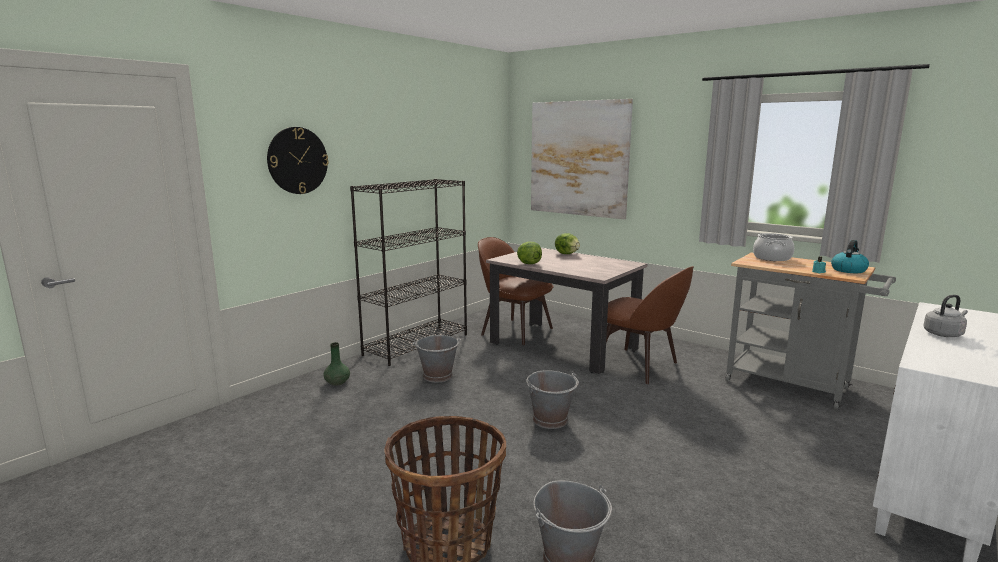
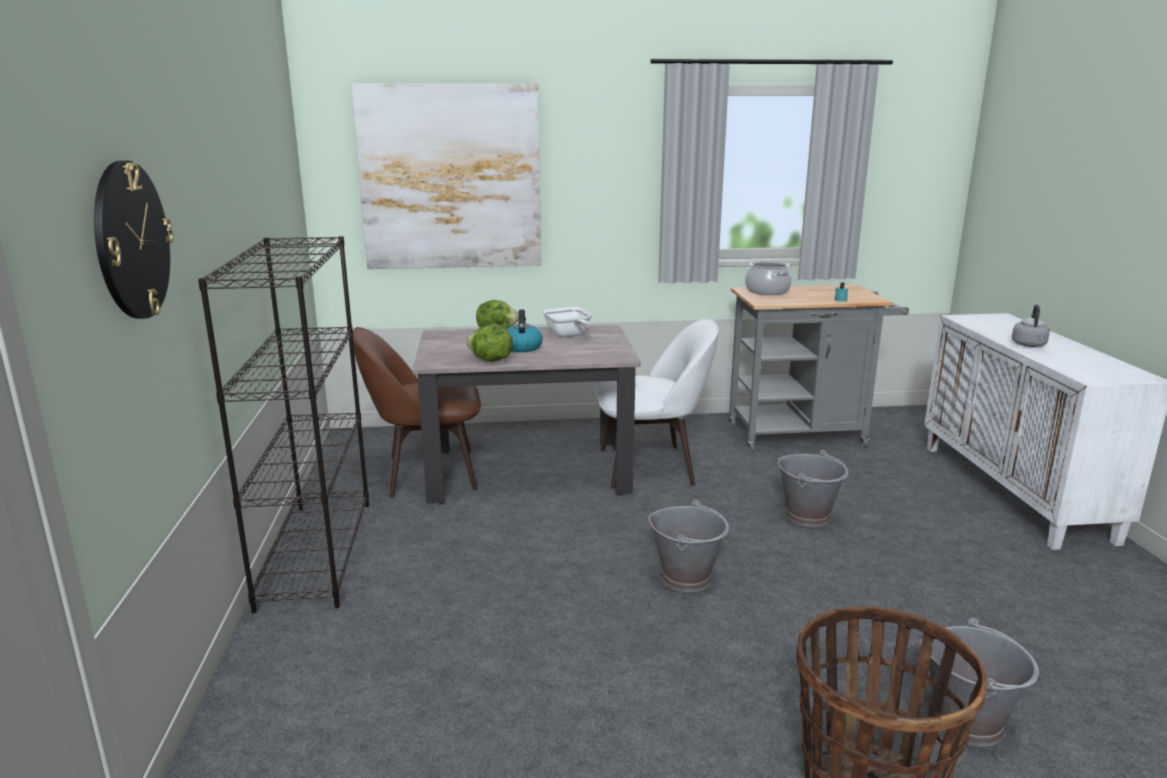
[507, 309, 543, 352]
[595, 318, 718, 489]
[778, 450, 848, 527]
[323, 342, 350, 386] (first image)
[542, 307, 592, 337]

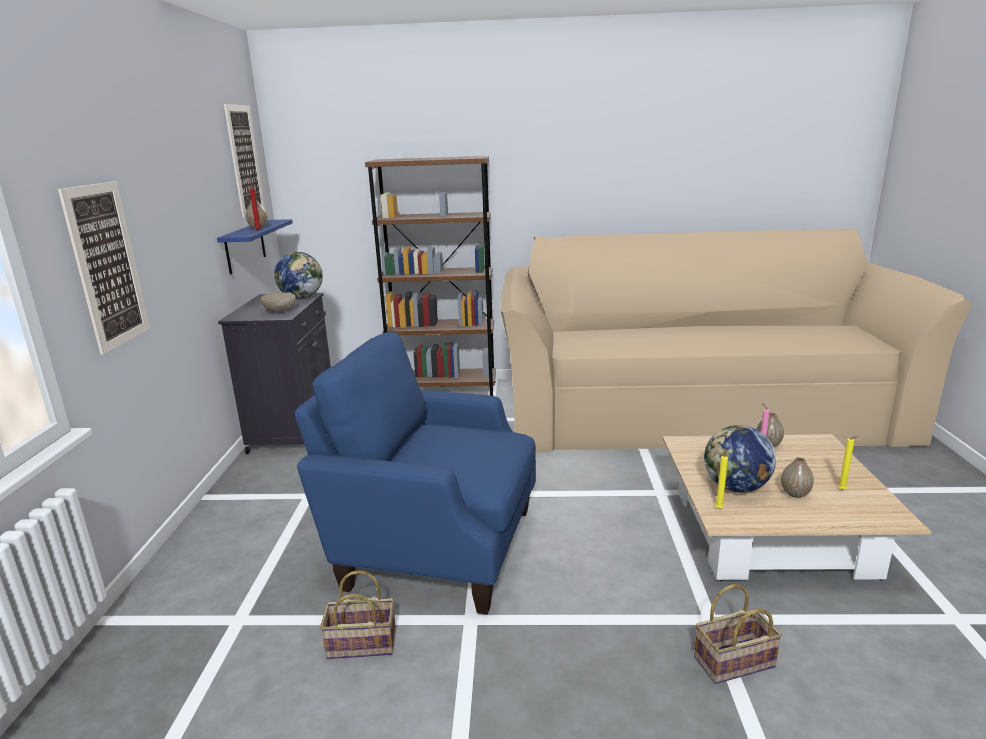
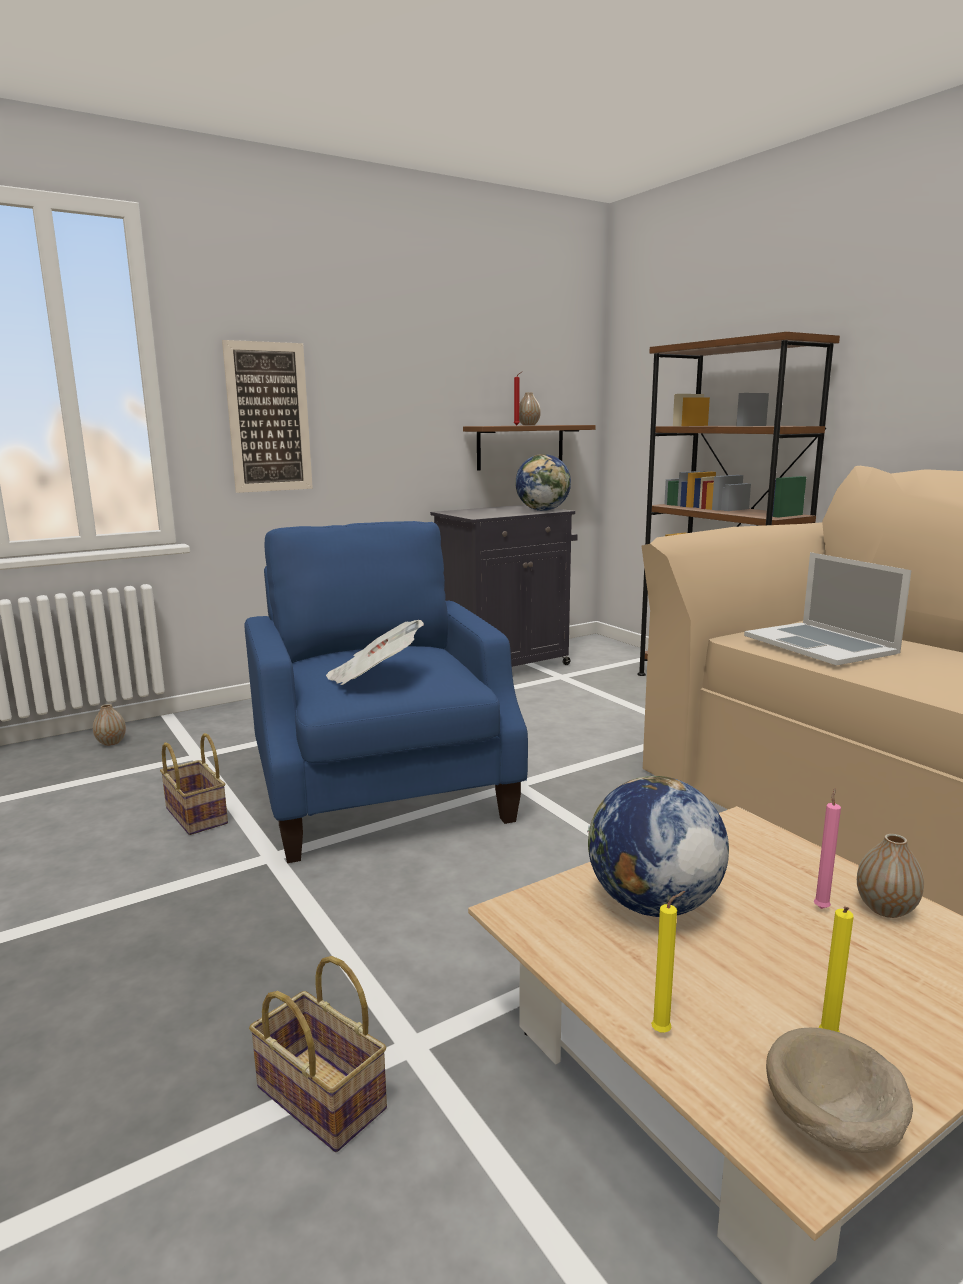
[224, 104, 265, 217] (first image)
[463, 425, 596, 470]
[766, 1028, 913, 1153]
[651, 891, 685, 1033]
[93, 704, 126, 746]
[744, 552, 911, 666]
[326, 620, 424, 685]

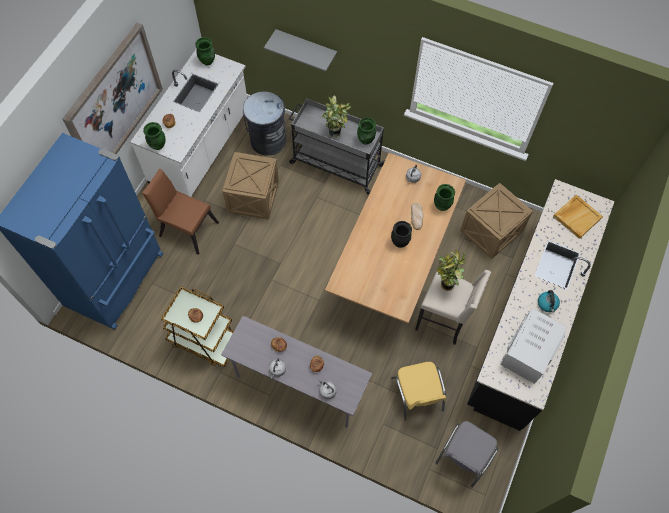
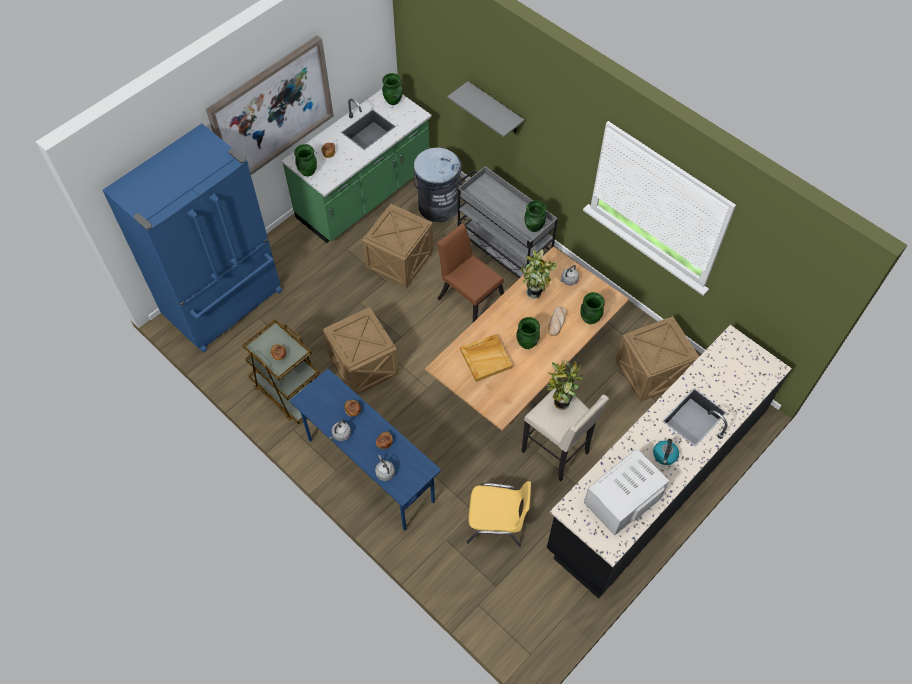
[282, 89, 432, 243]
[520, 249, 557, 299]
[437, 223, 504, 322]
[460, 334, 513, 382]
[517, 317, 540, 349]
[290, 369, 441, 531]
[467, 481, 531, 547]
[435, 421, 498, 488] (first image)
[323, 307, 399, 395]

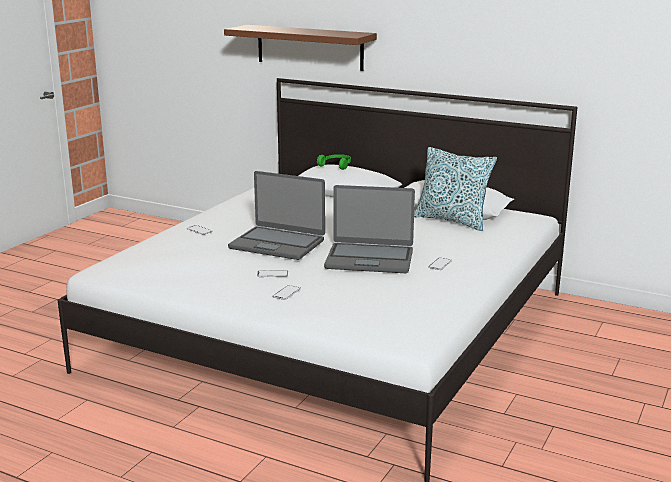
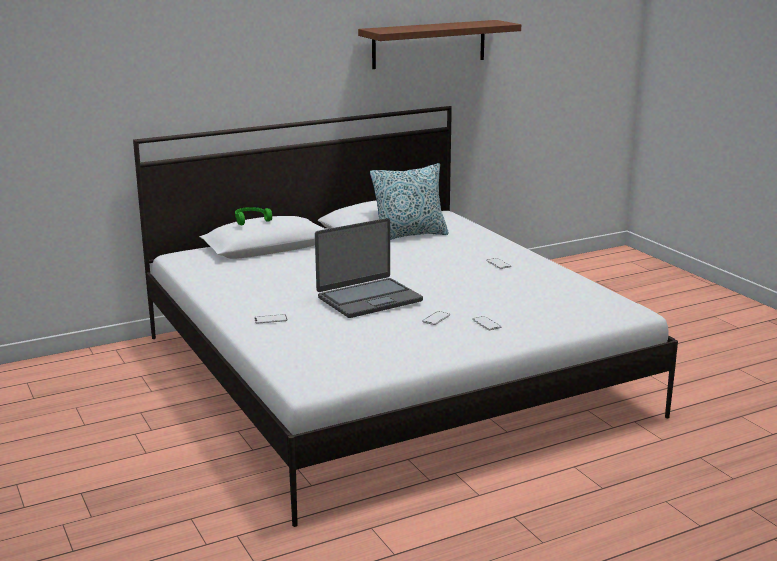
[358, 20, 521, 69]
[324, 185, 415, 273] (first image)

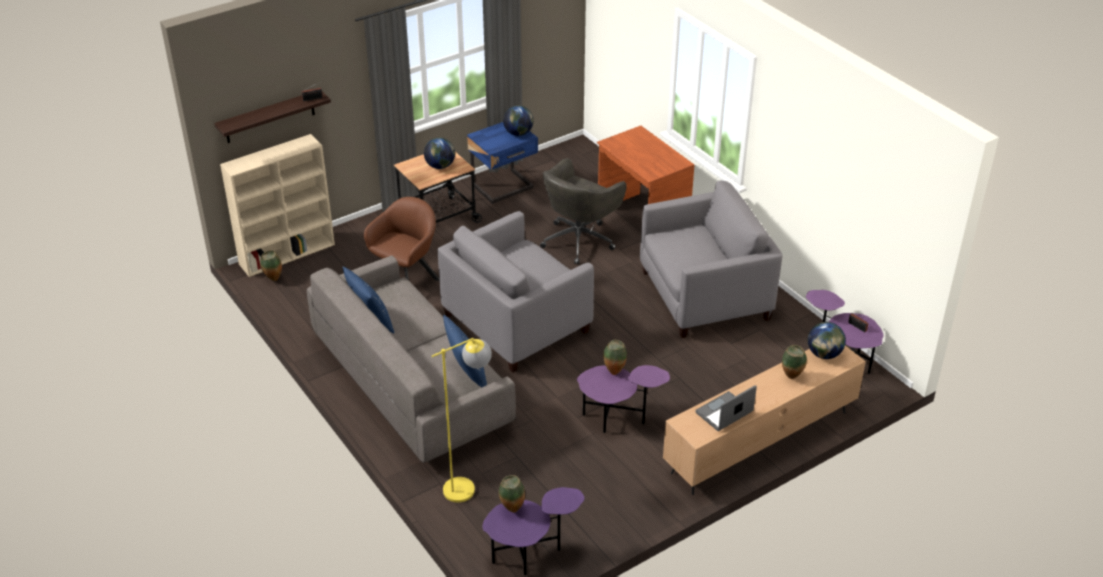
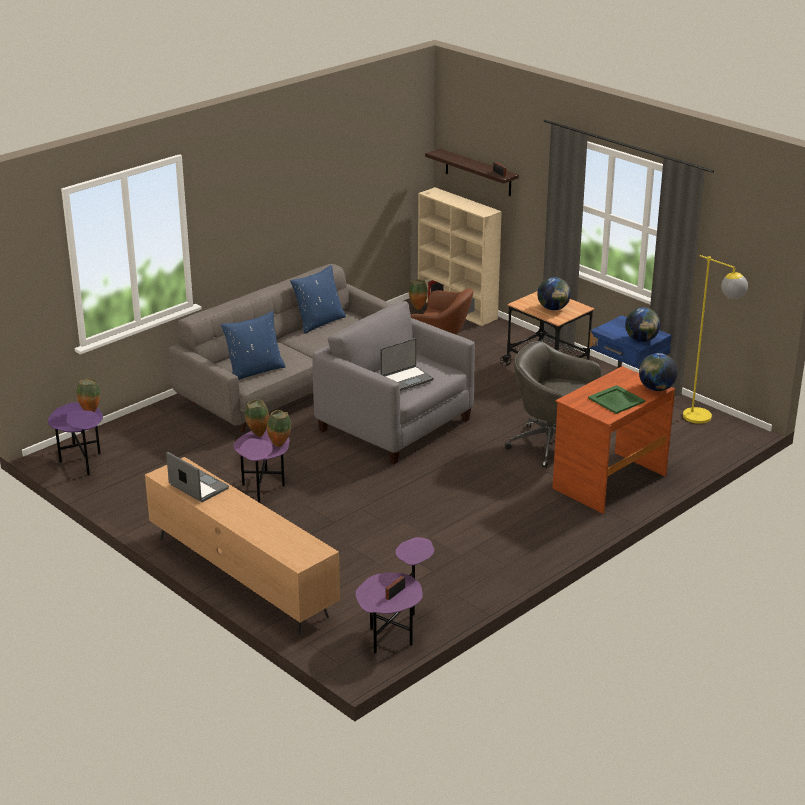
[640, 180, 782, 338] (first image)
[639, 353, 678, 391]
[683, 255, 748, 424]
[245, 399, 269, 437]
[380, 338, 434, 391]
[588, 385, 645, 414]

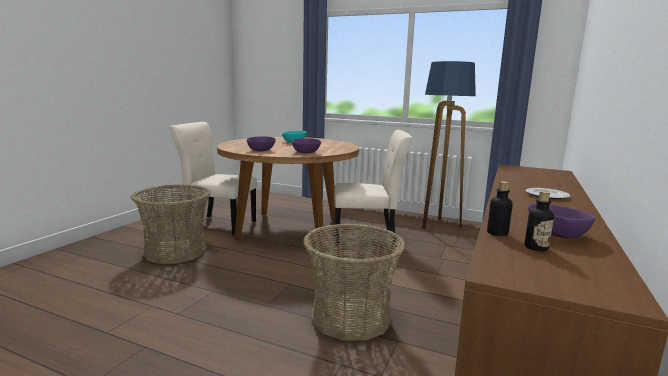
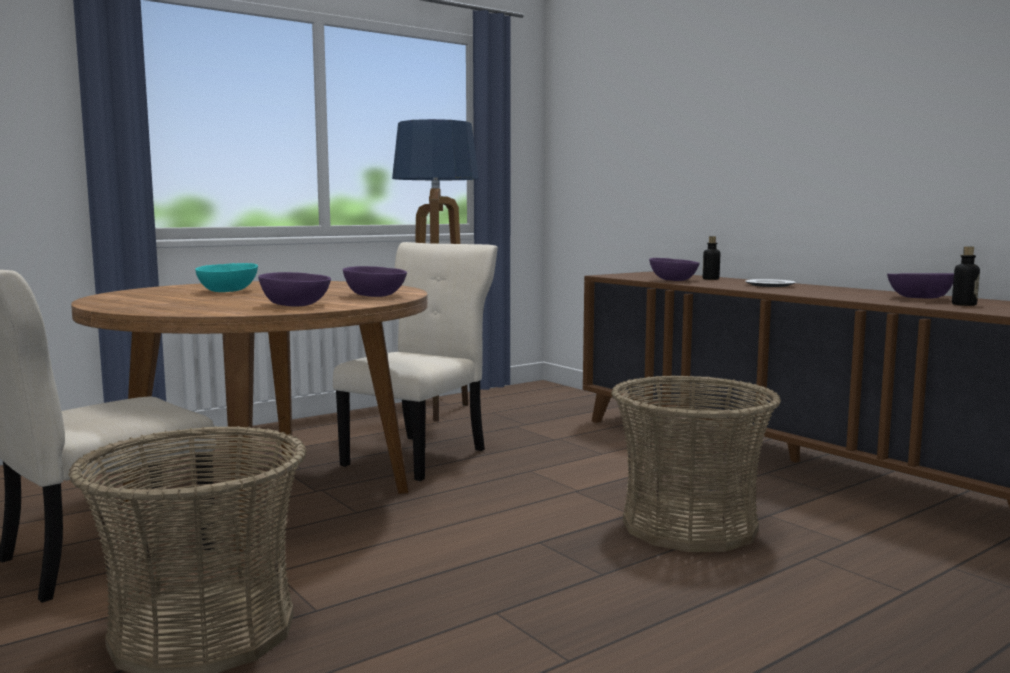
[703, 236, 720, 280]
[649, 258, 700, 281]

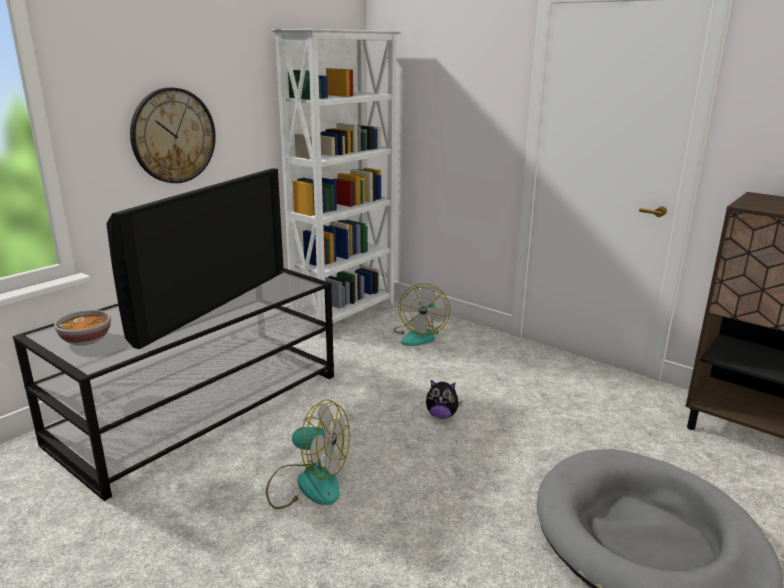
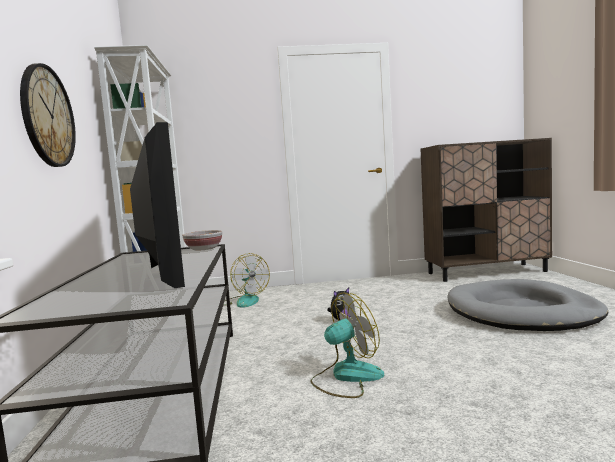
[182, 230, 222, 250]

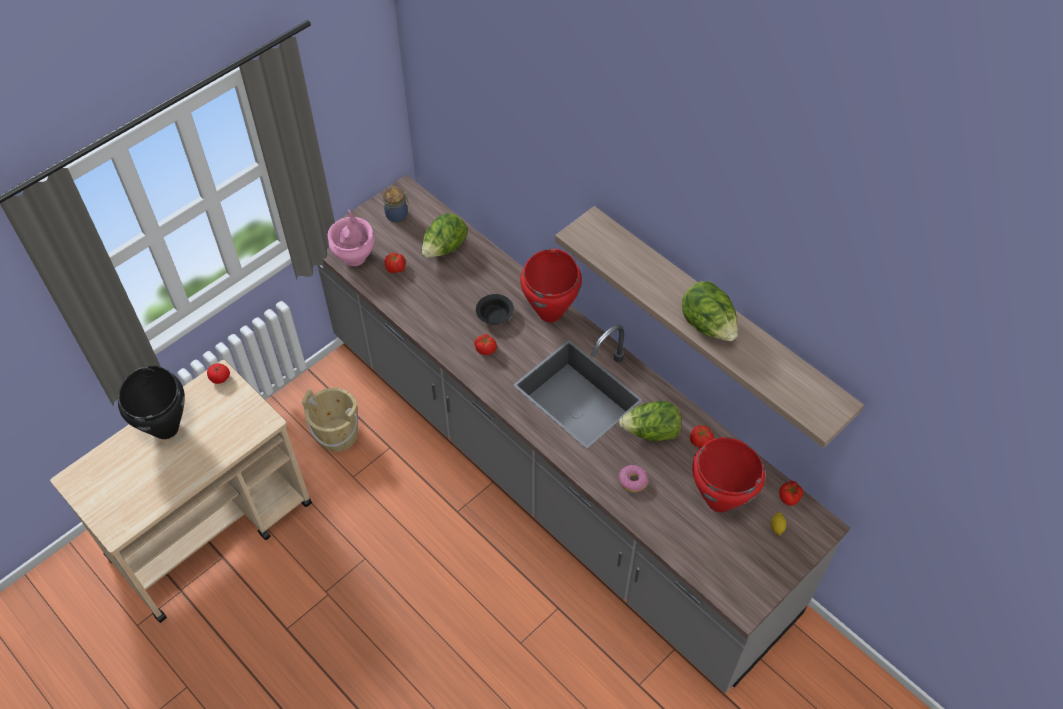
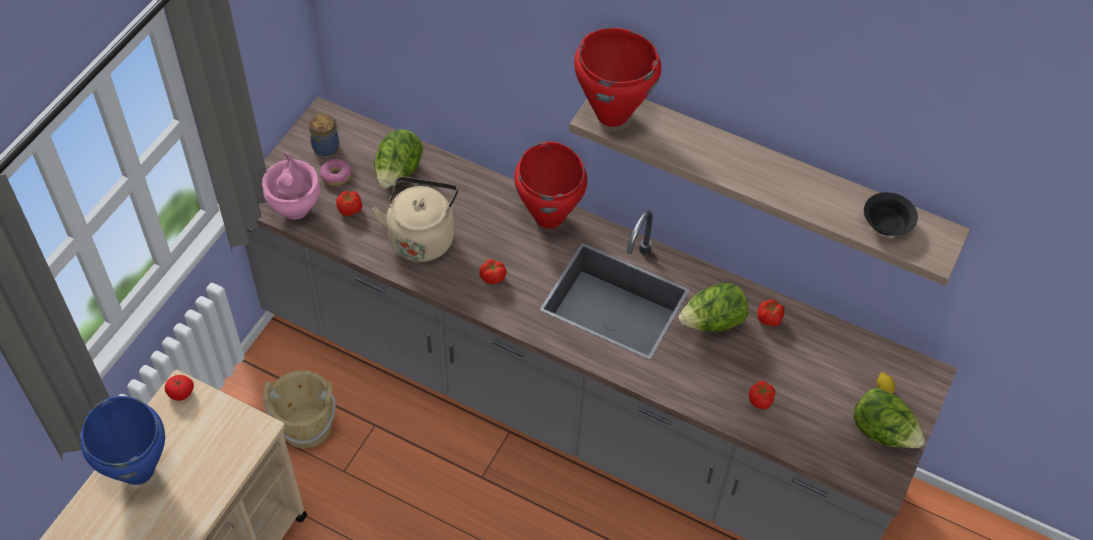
[853, 388, 925, 448]
[864, 192, 918, 236]
[81, 396, 165, 485]
[574, 28, 661, 127]
[320, 159, 352, 186]
[748, 381, 775, 410]
[372, 177, 458, 262]

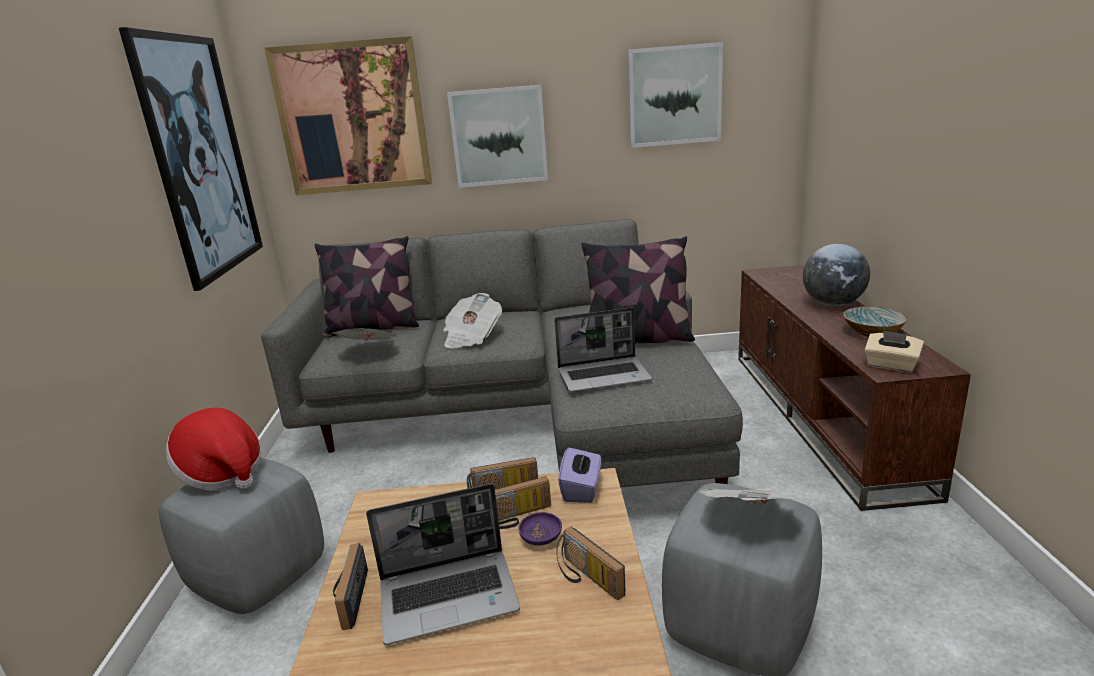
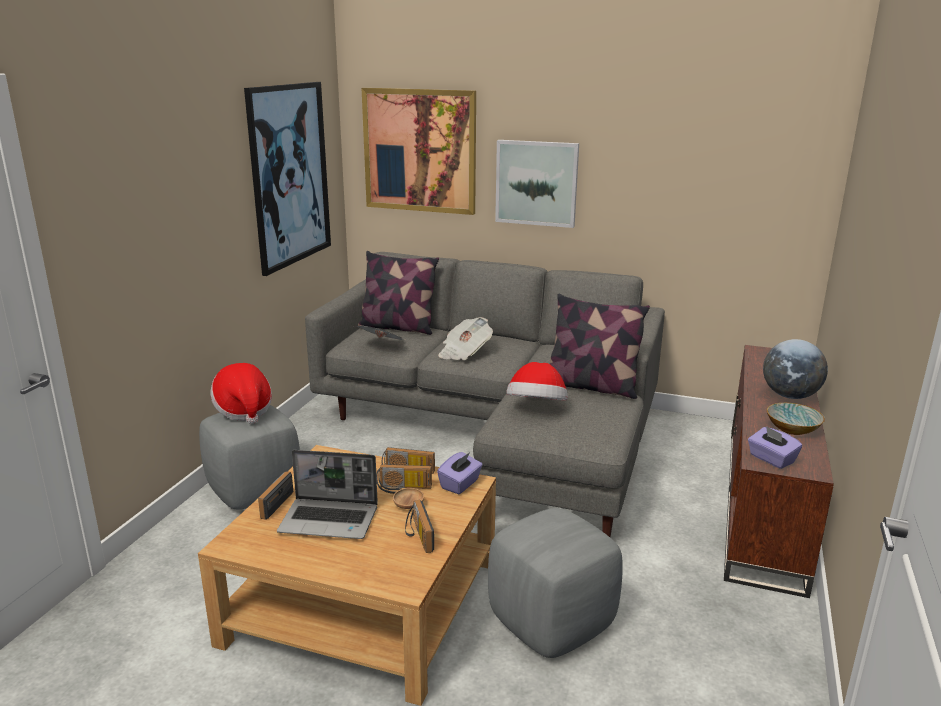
[627, 42, 723, 148] (first image)
[506, 362, 568, 400]
[748, 426, 802, 469]
[699, 488, 805, 505] (first image)
[393, 488, 424, 509]

